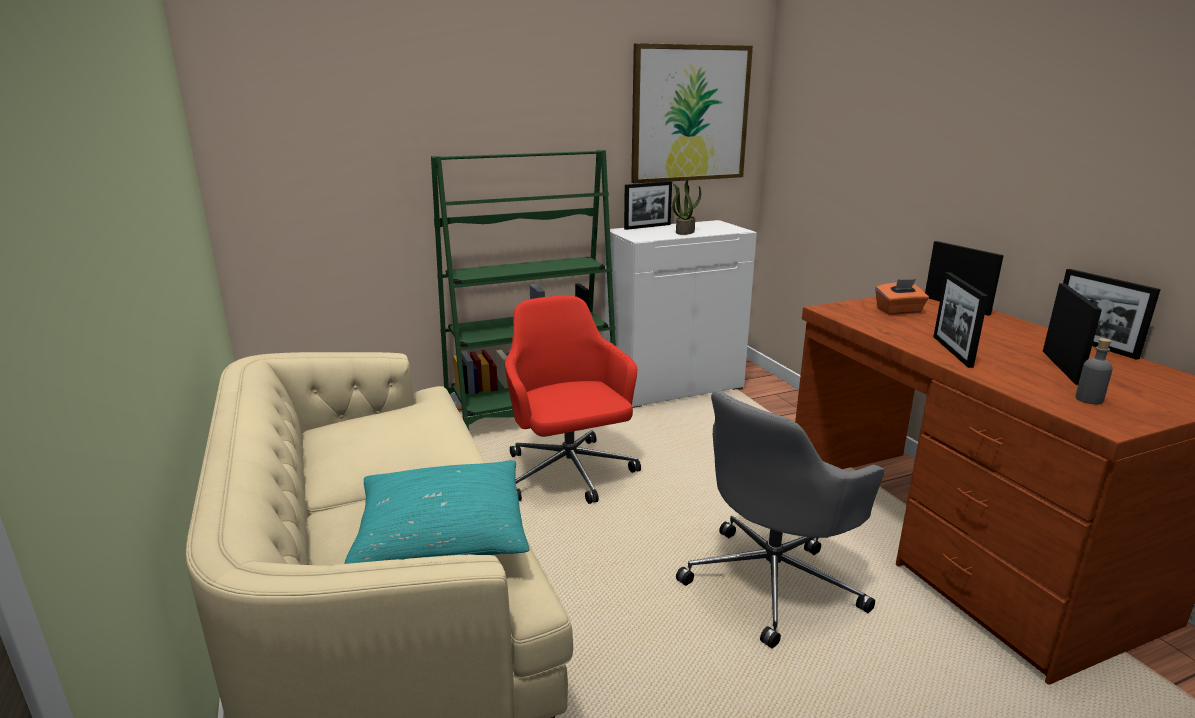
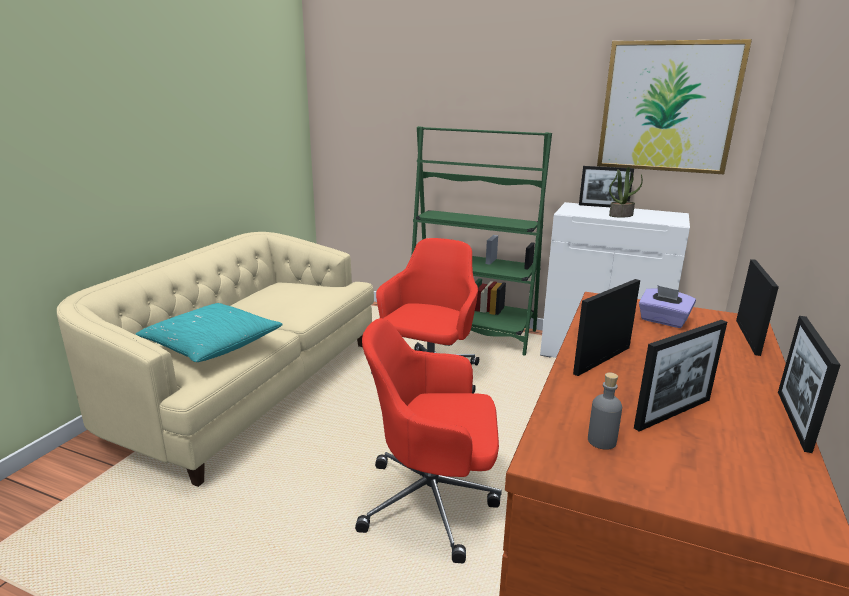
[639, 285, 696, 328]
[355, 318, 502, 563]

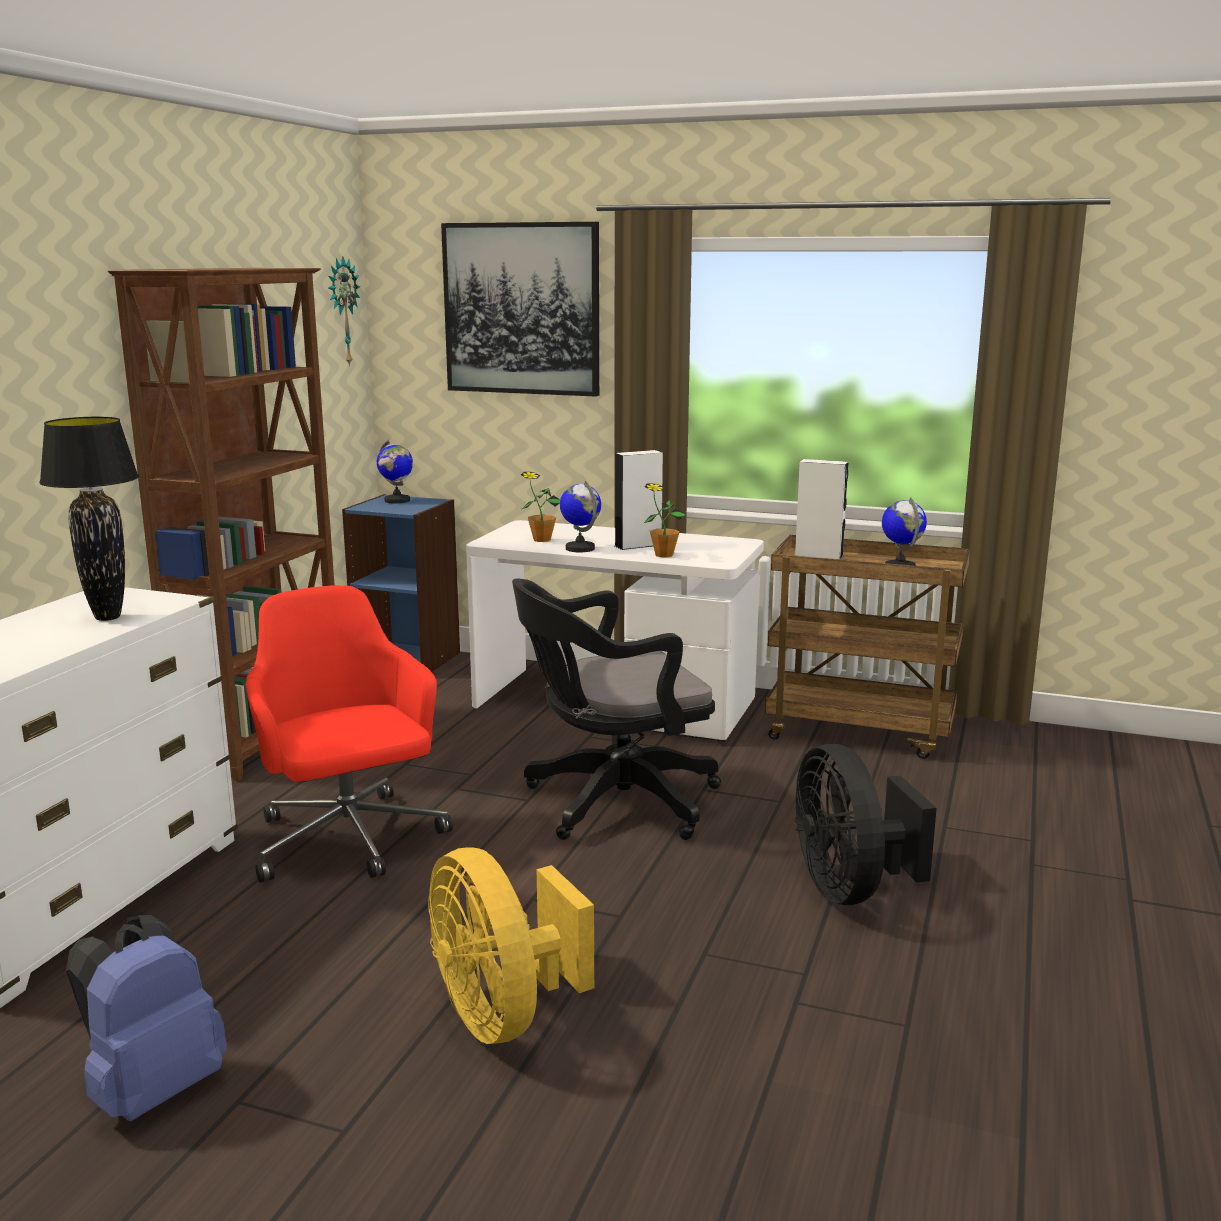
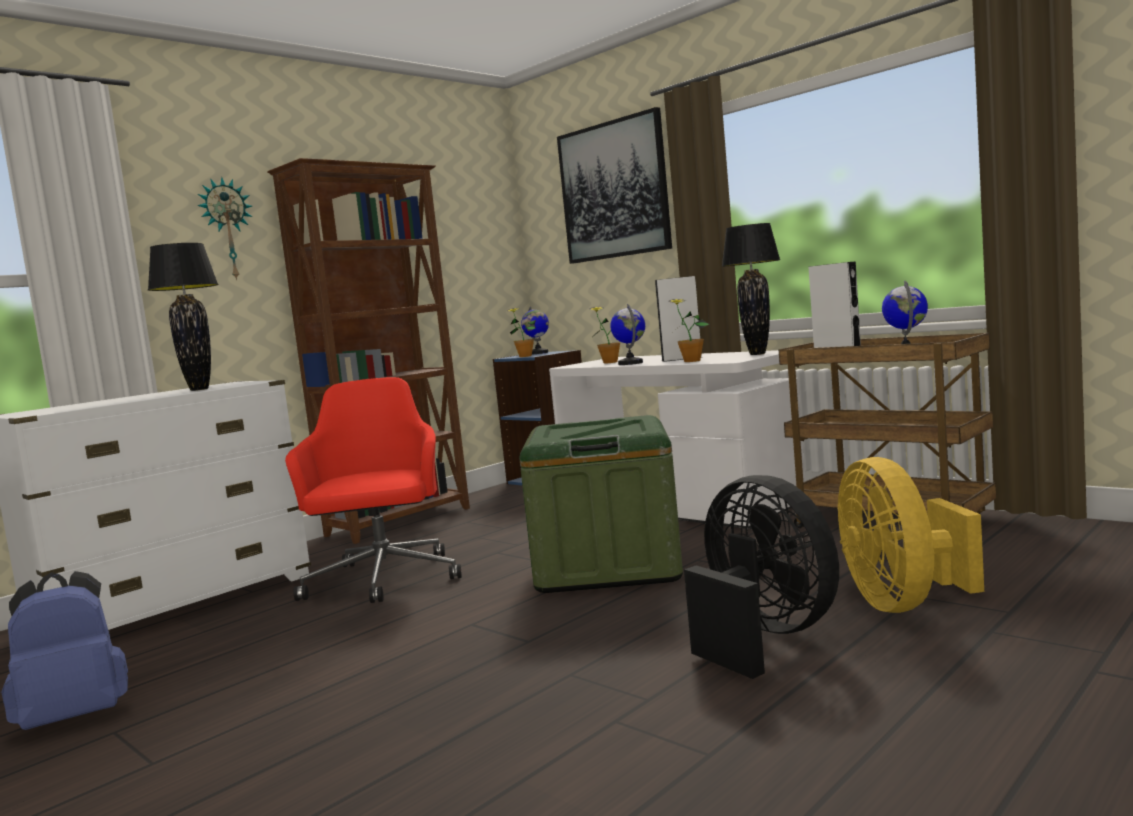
[197, 177, 252, 281]
[519, 415, 683, 593]
[684, 475, 839, 679]
[838, 457, 984, 613]
[722, 223, 780, 355]
[507, 308, 536, 357]

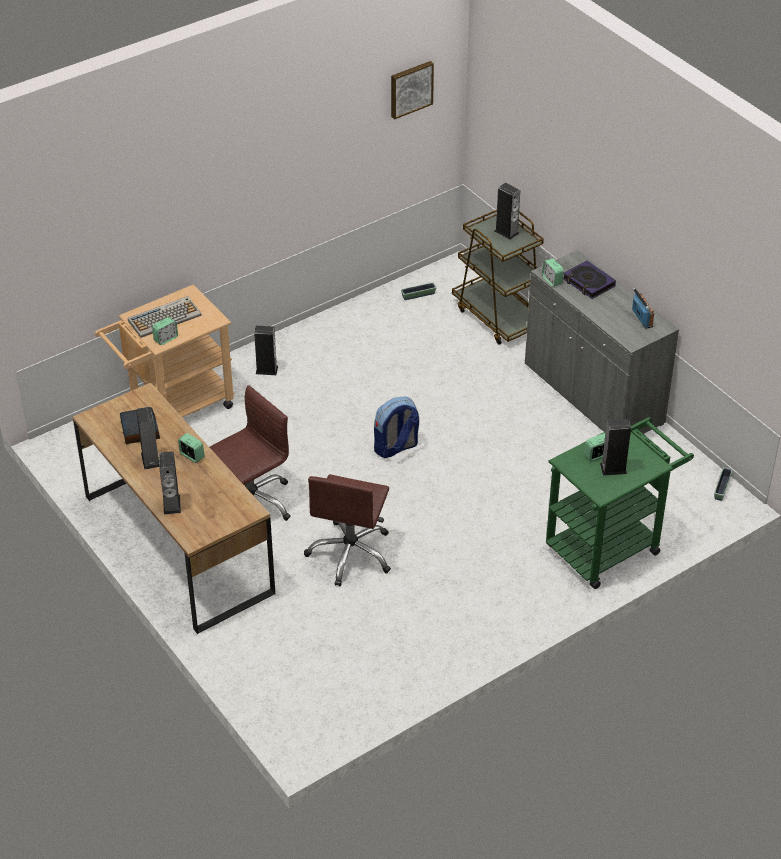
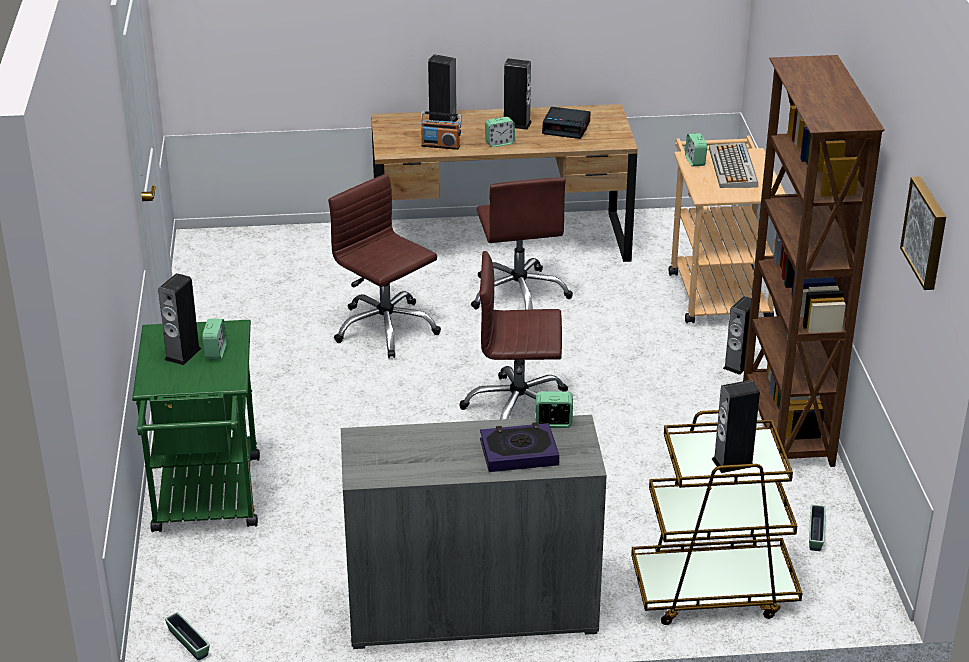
[420, 111, 462, 150]
[459, 251, 568, 420]
[743, 55, 885, 467]

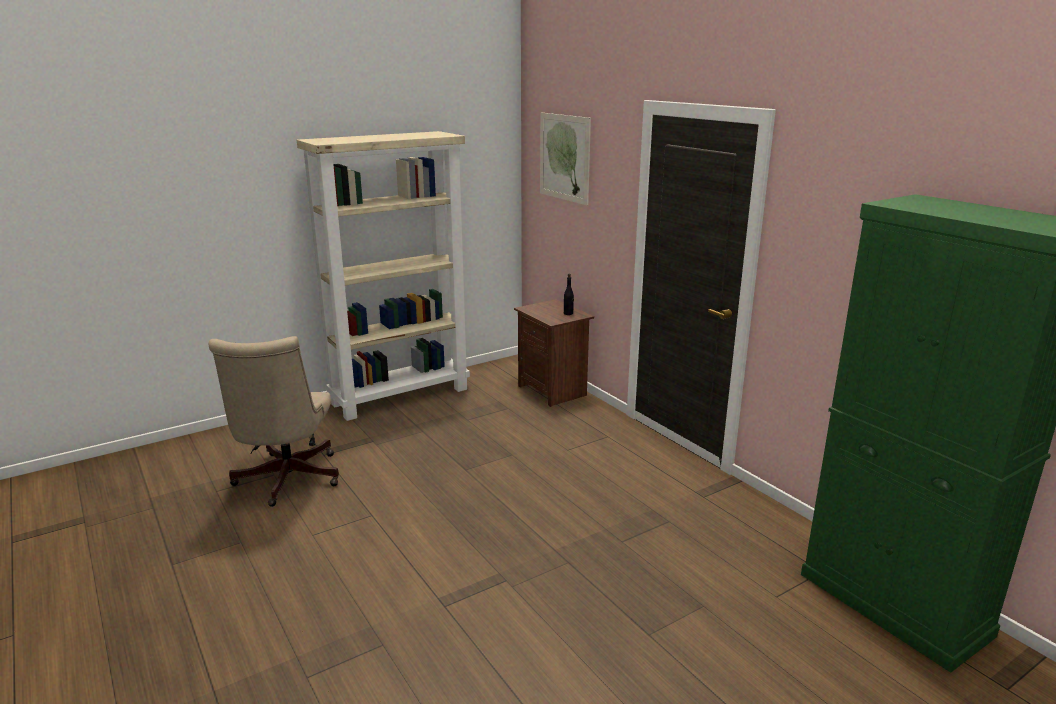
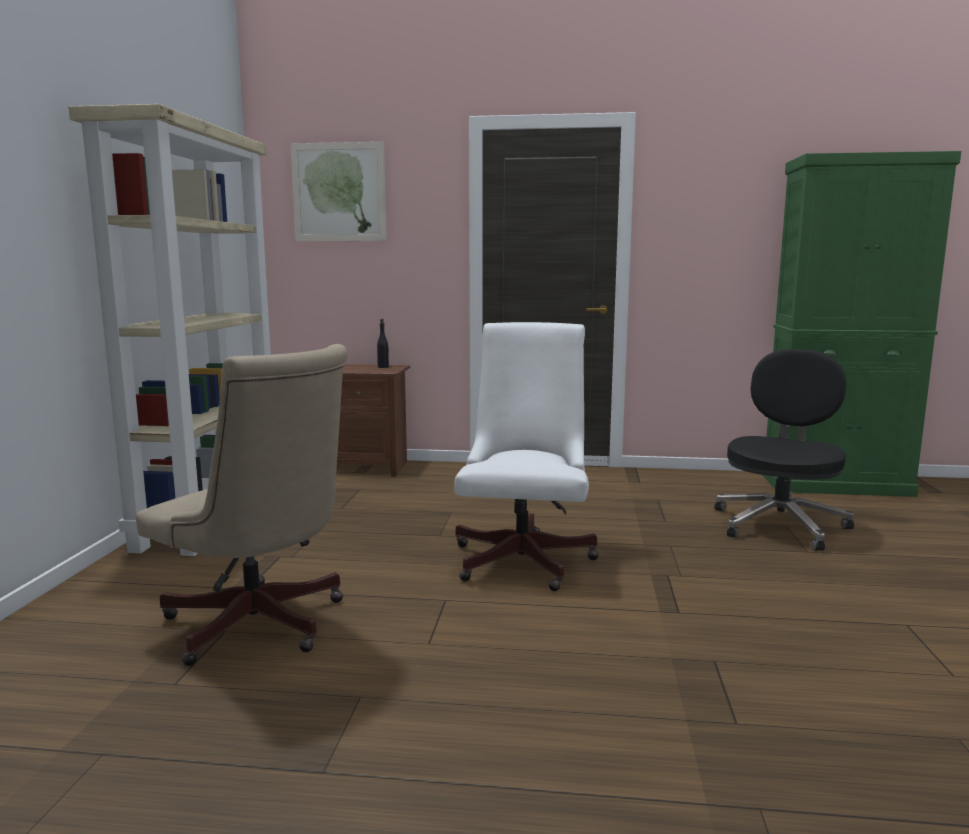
[454, 322, 599, 591]
[715, 349, 854, 551]

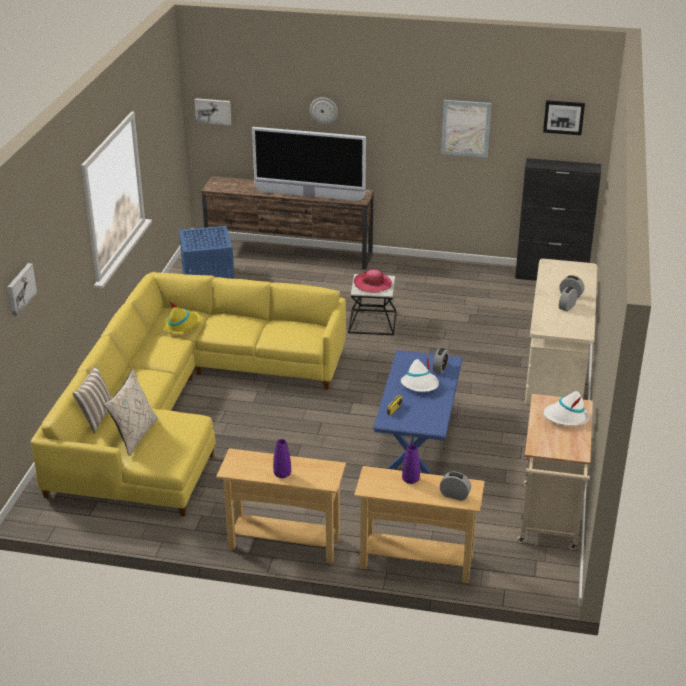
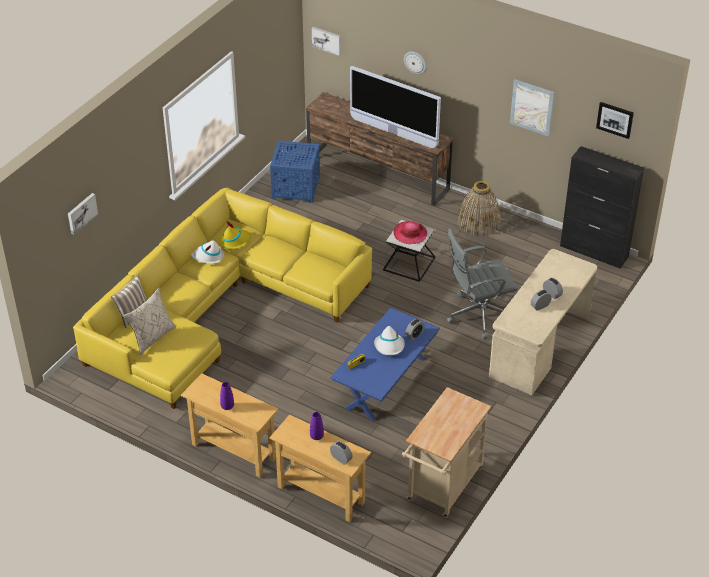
[191, 240, 224, 264]
[457, 181, 501, 237]
[447, 228, 518, 339]

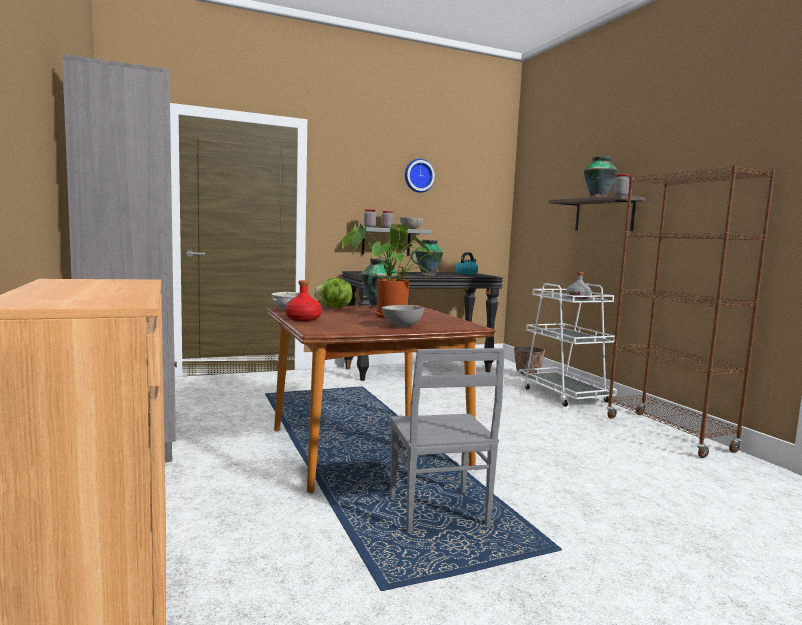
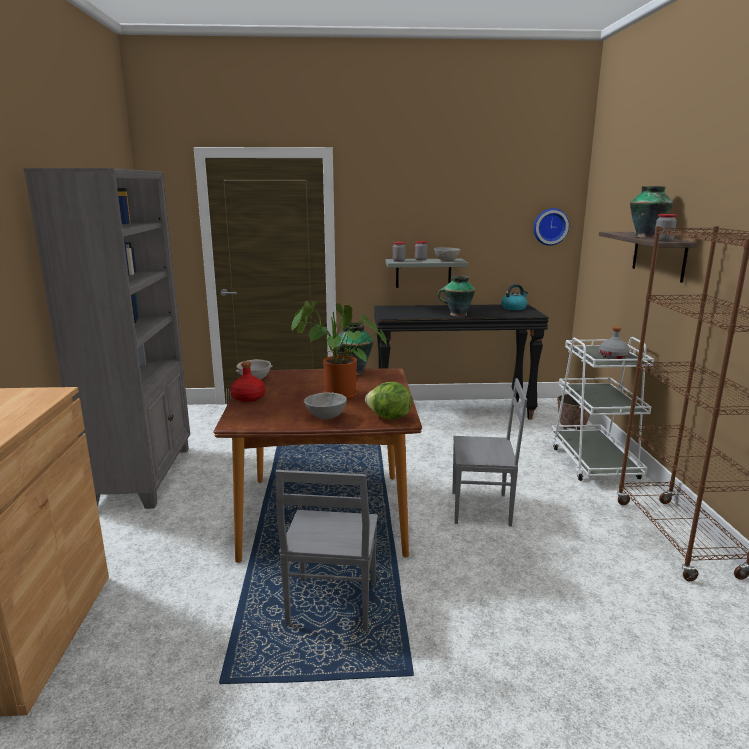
[533, 208, 569, 246]
[365, 382, 412, 420]
[452, 378, 527, 526]

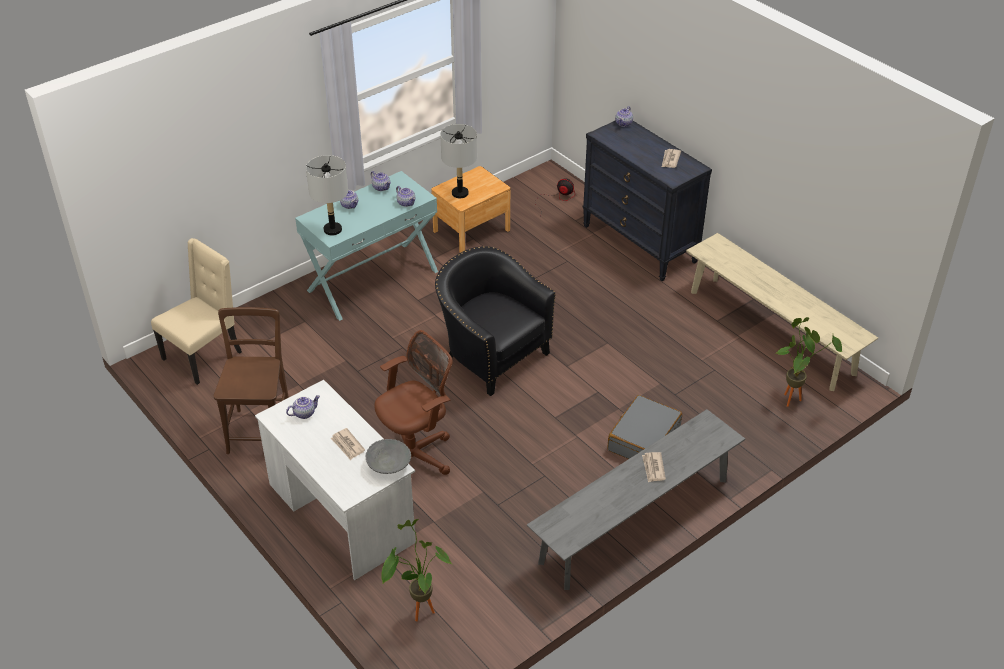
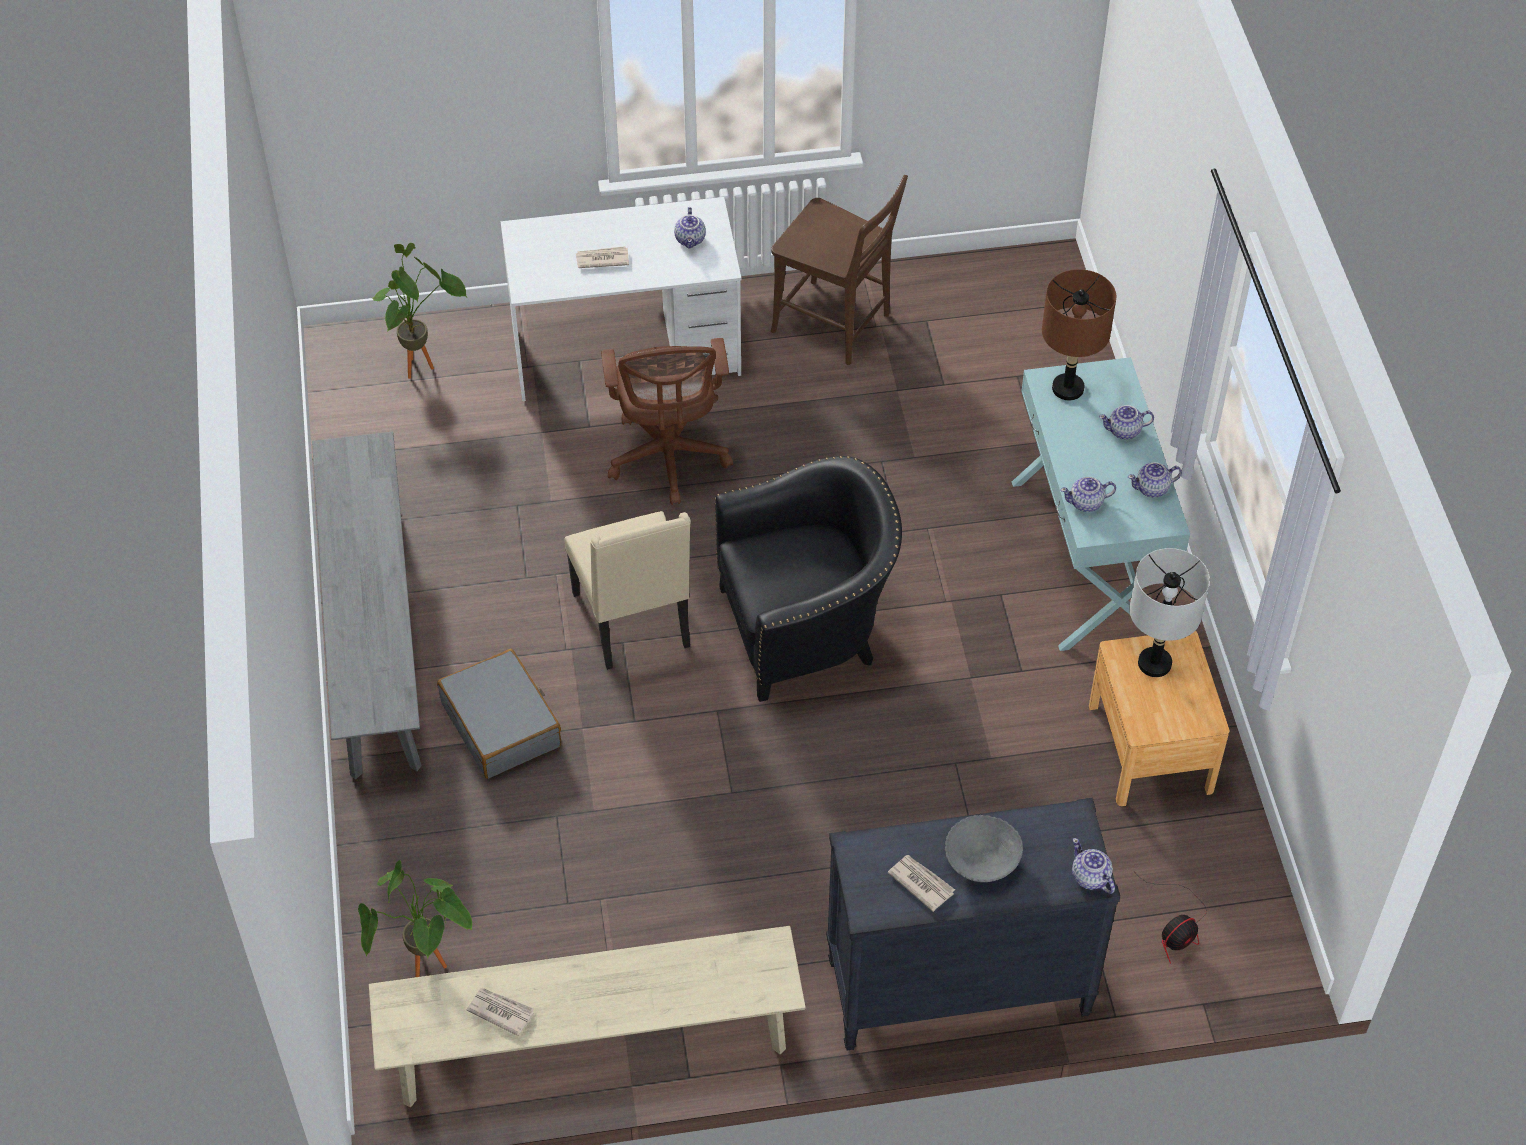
[1042, 269, 1116, 400]
[565, 511, 691, 670]
[945, 815, 1023, 882]
[467, 988, 534, 1036]

